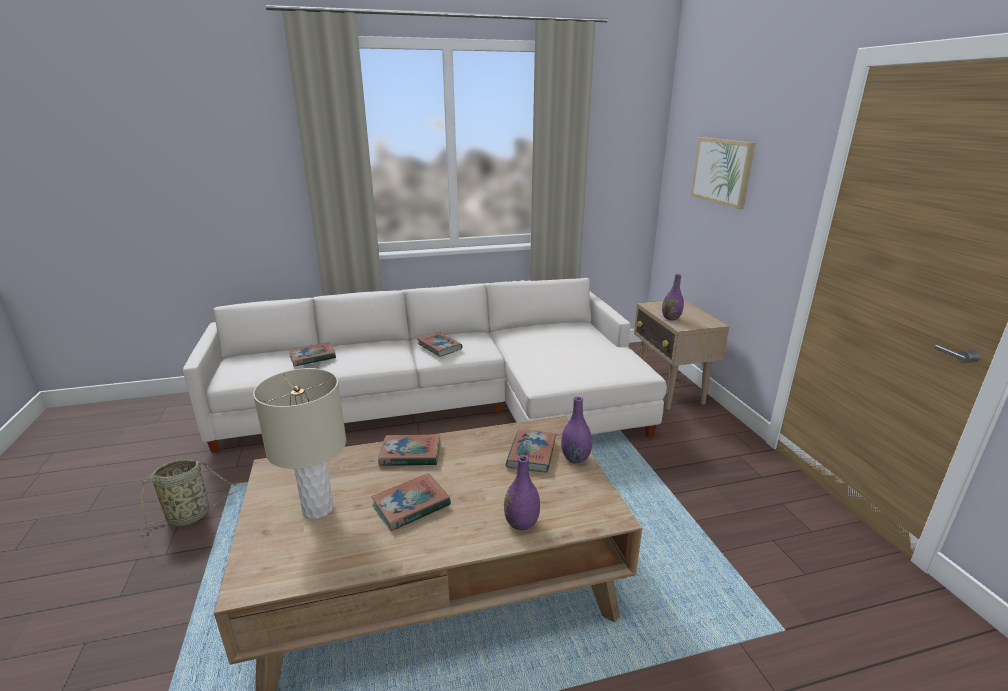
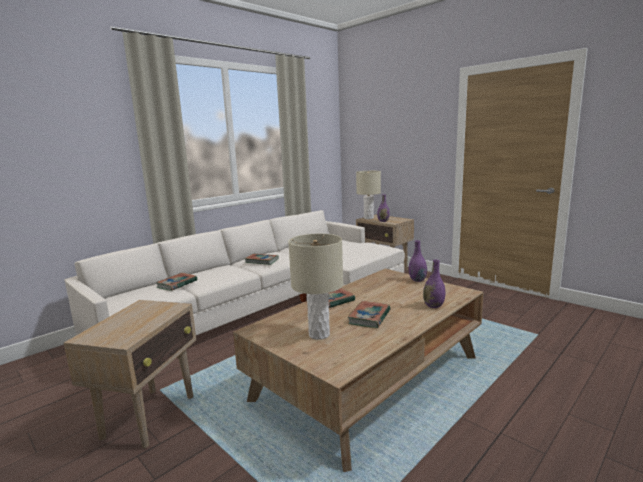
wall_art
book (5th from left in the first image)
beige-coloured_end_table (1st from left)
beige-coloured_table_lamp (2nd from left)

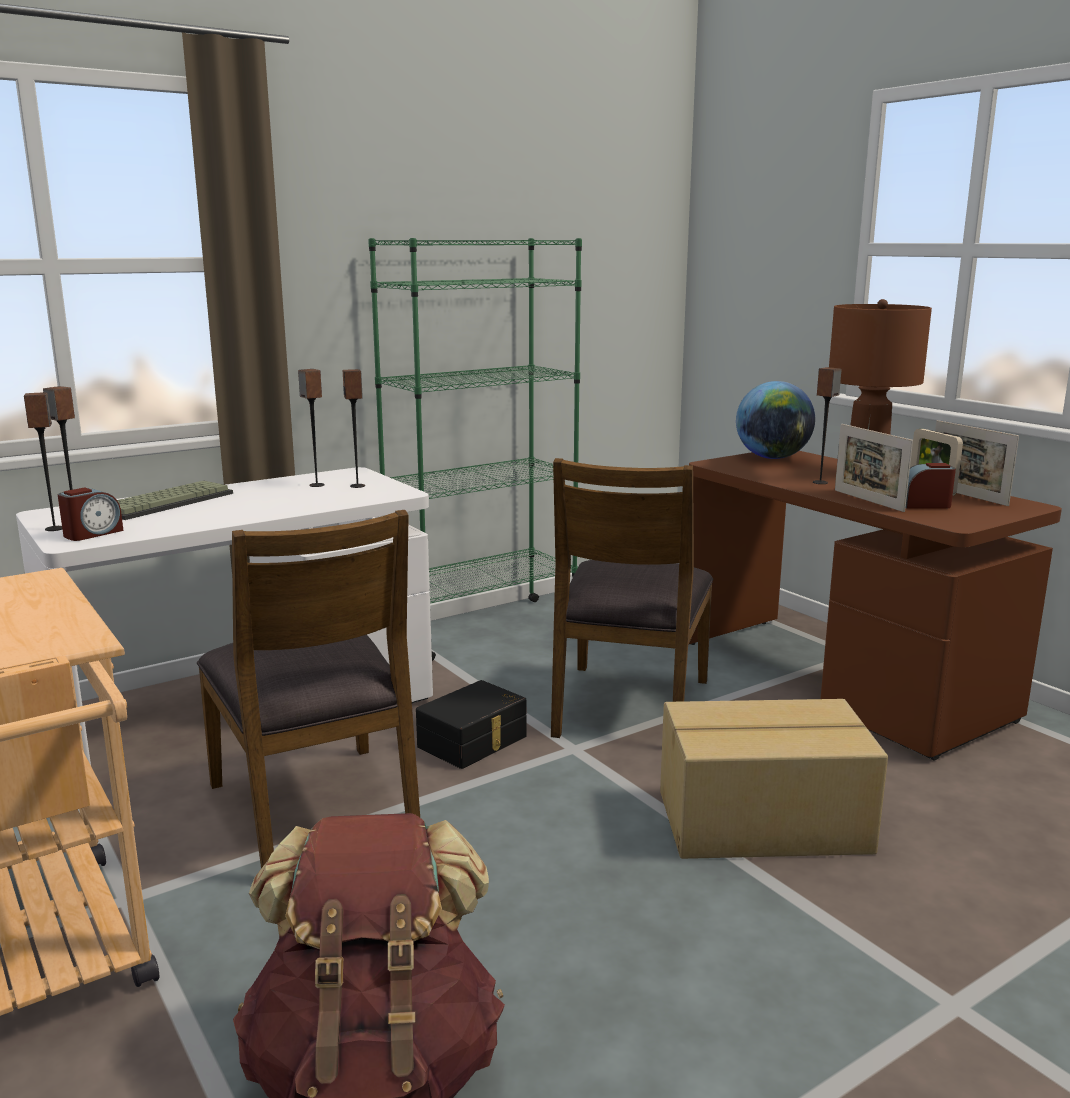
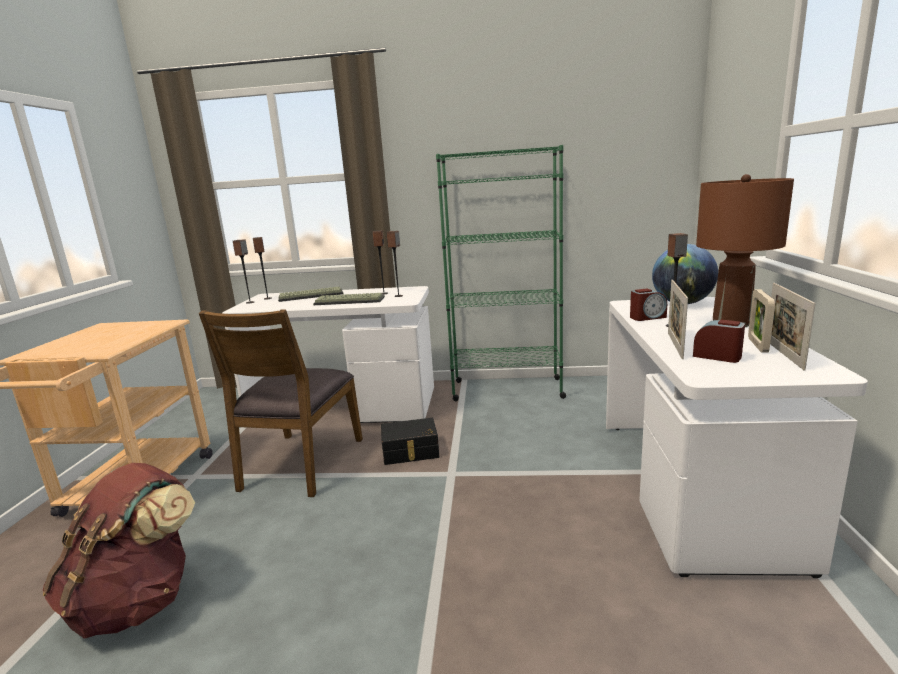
white_desk (2nd from left)
brown-coloured_chair (2nd from left in the first image)
table_clock (1st from left)
cardboard_box
keyboard (2nd from left)

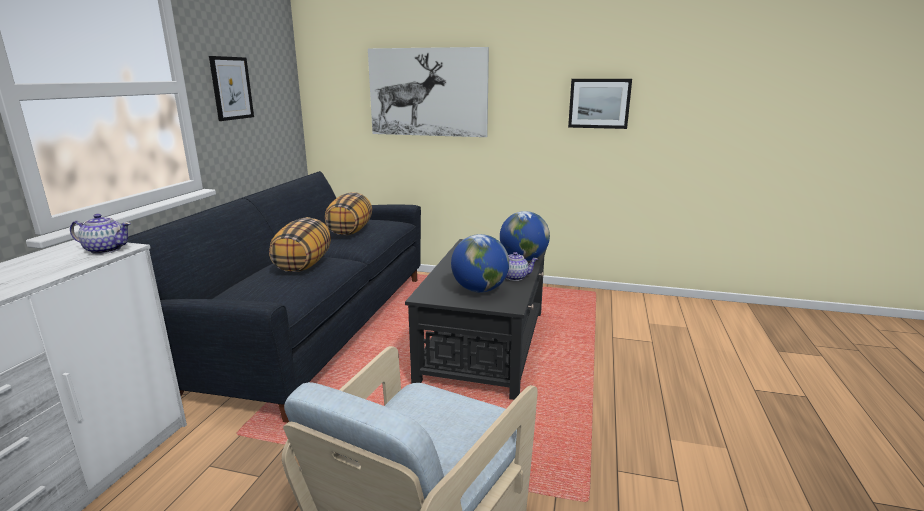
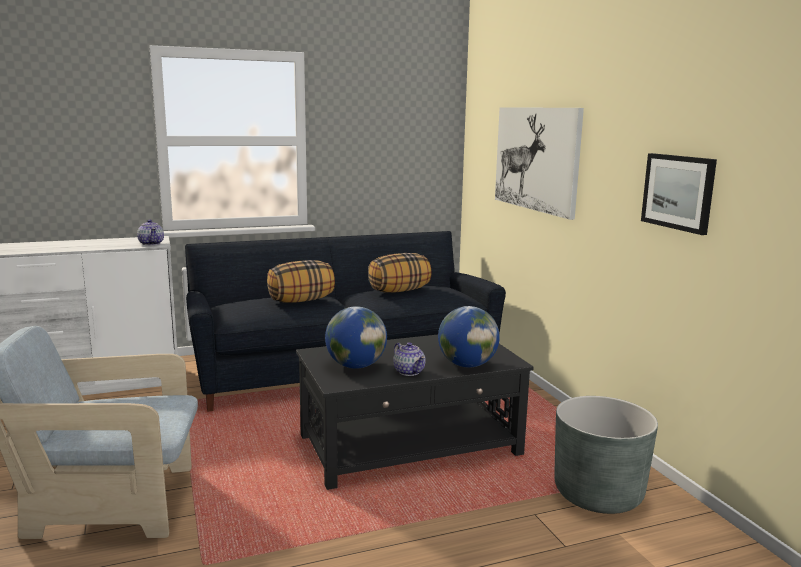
wall_art (1st from left in the first image)
gray_flower_pot

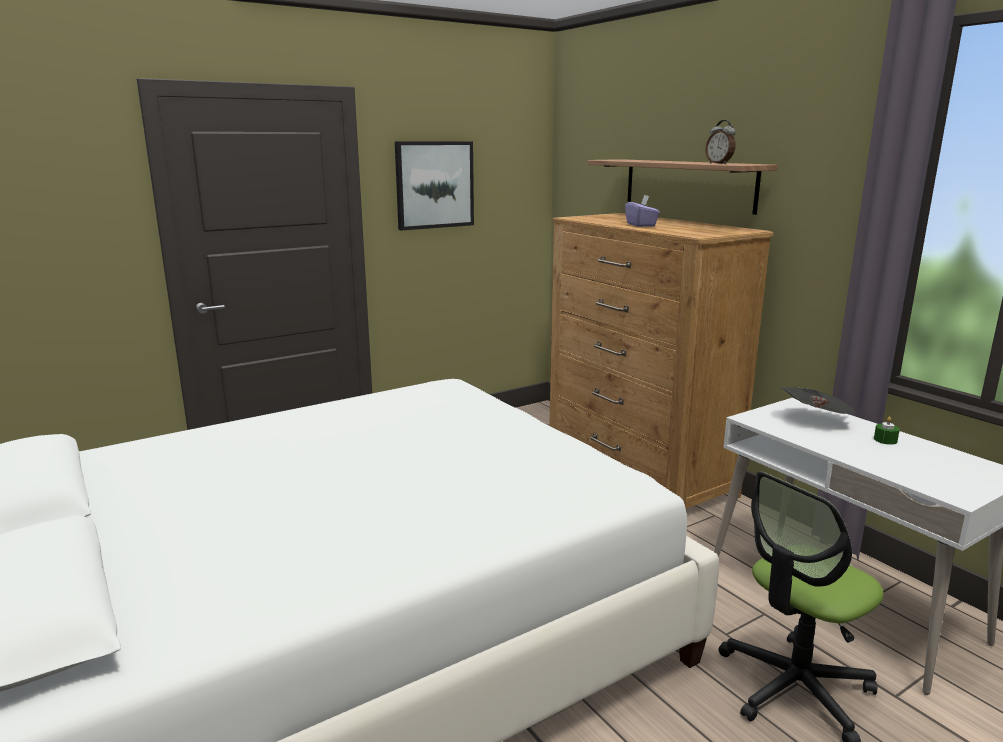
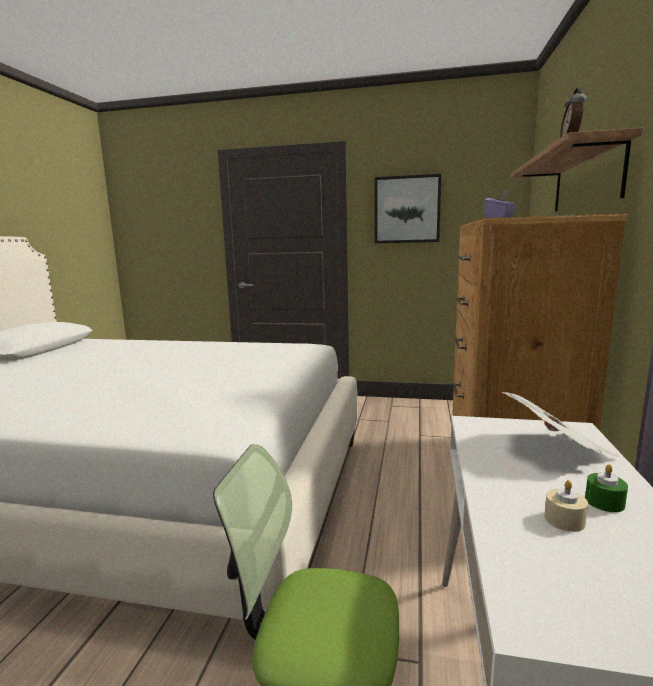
beige-coloured_candle

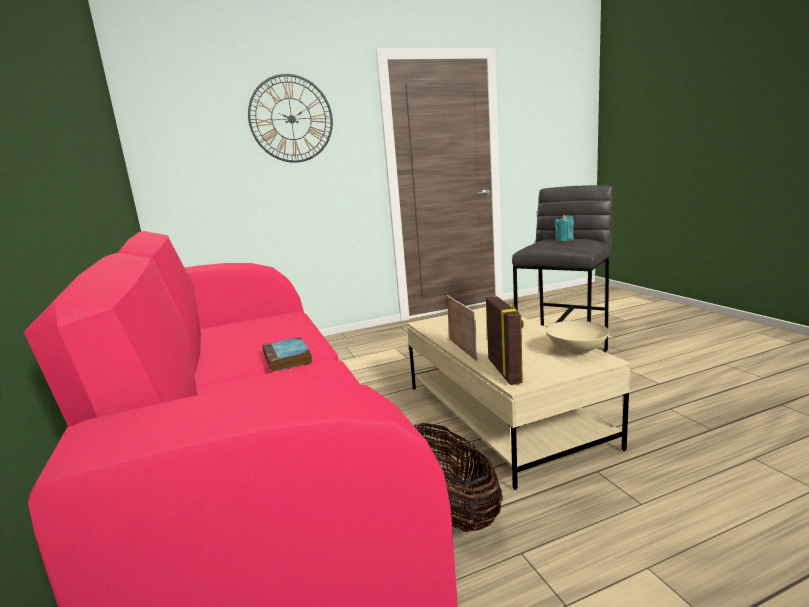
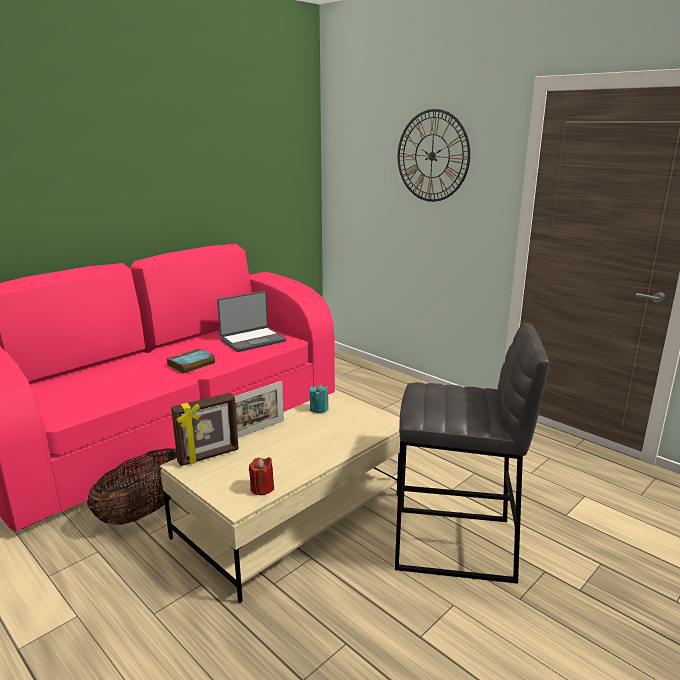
blue-green_candle
red_candle
laptop

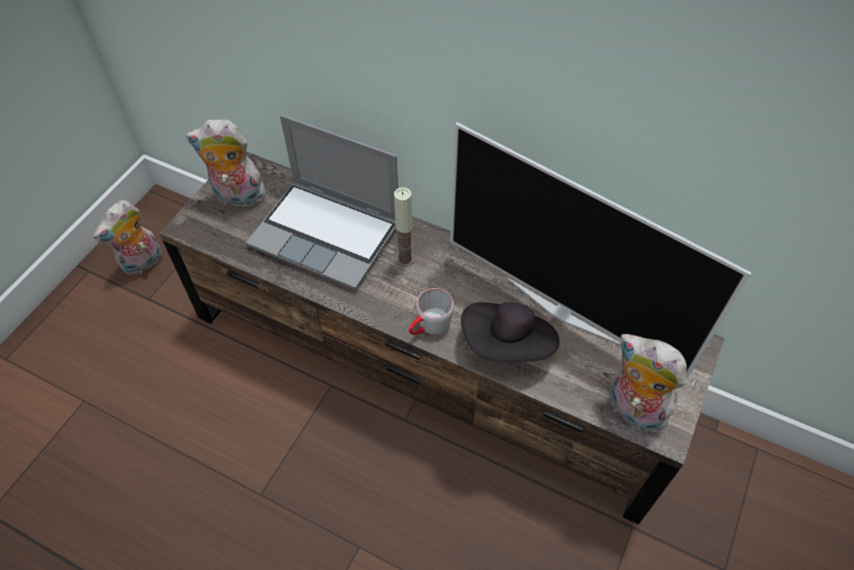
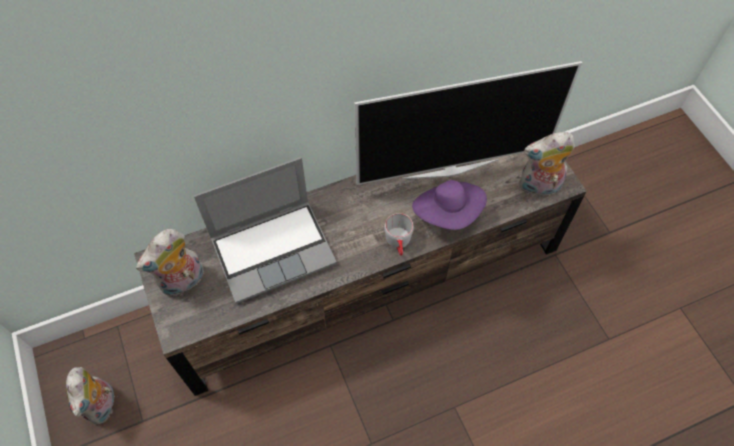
candle
purple-coloured_clothing_hat

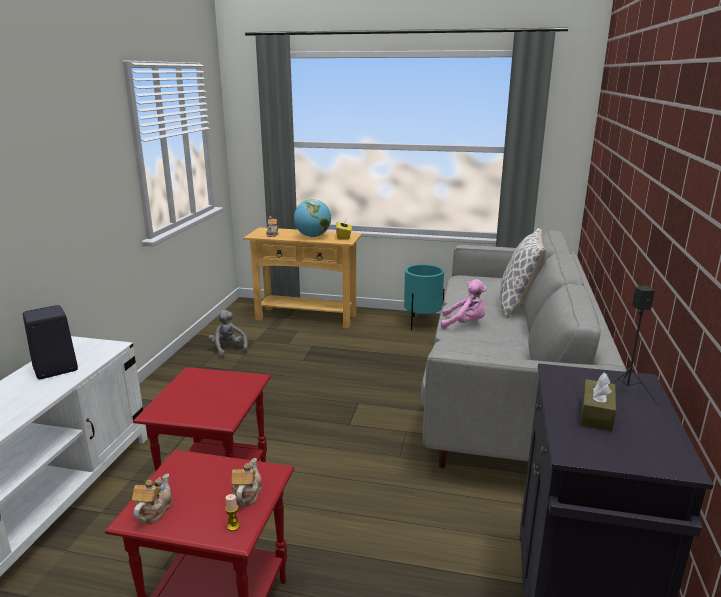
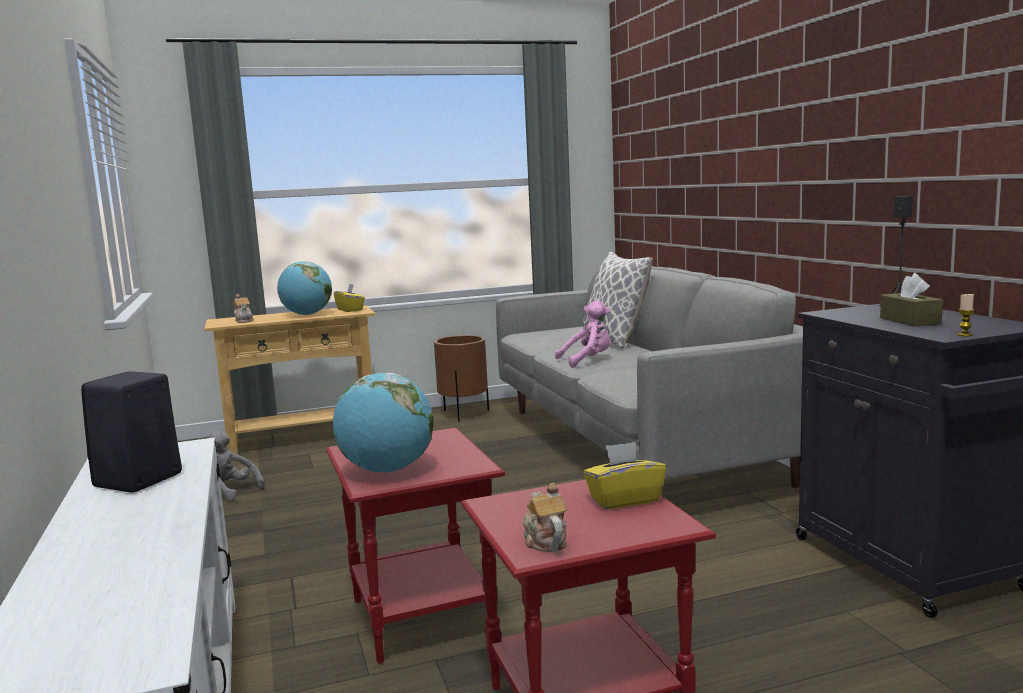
brown-coloured_flower_pot
yellowish_tissue_box (2nd from left)
candle
globe (2nd from left)

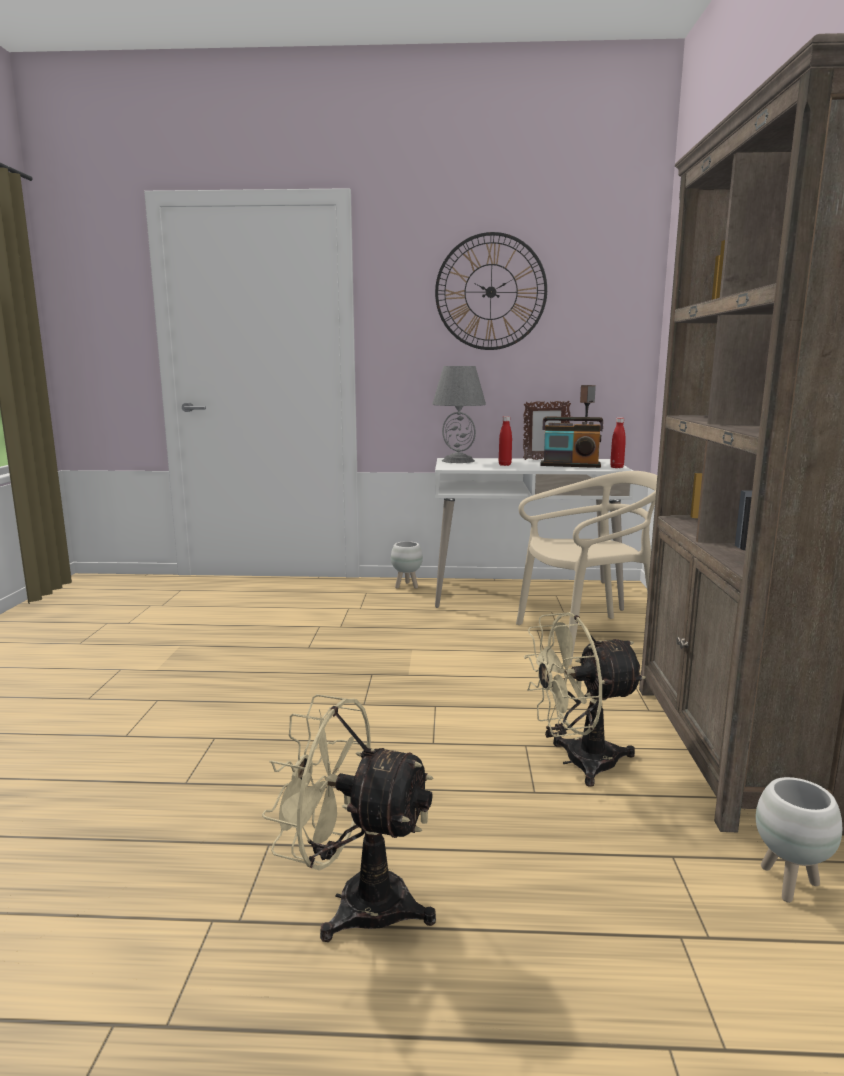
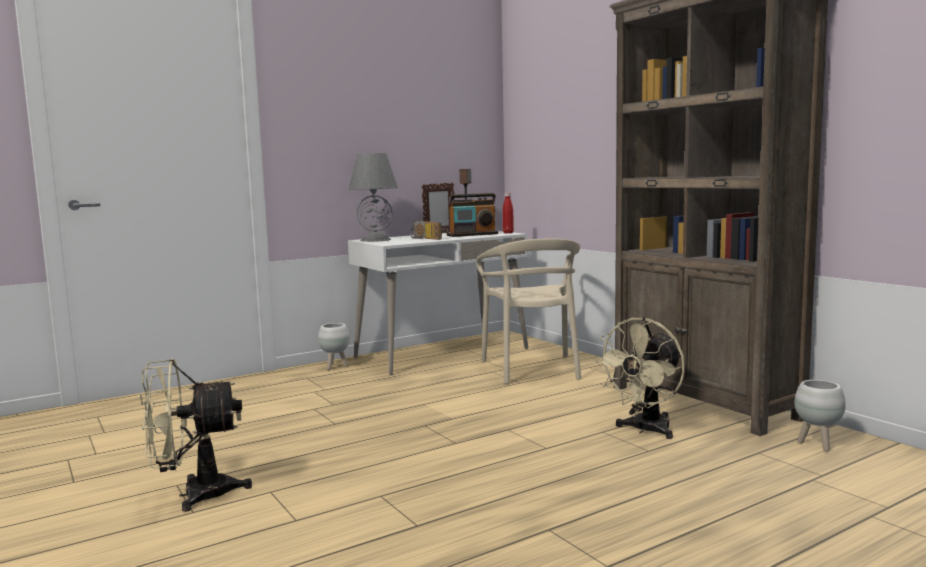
wall_clock
radio_receiver (1st from left)
beige-coloured_chair
beige-coloured_cooling_fan (1st from left)

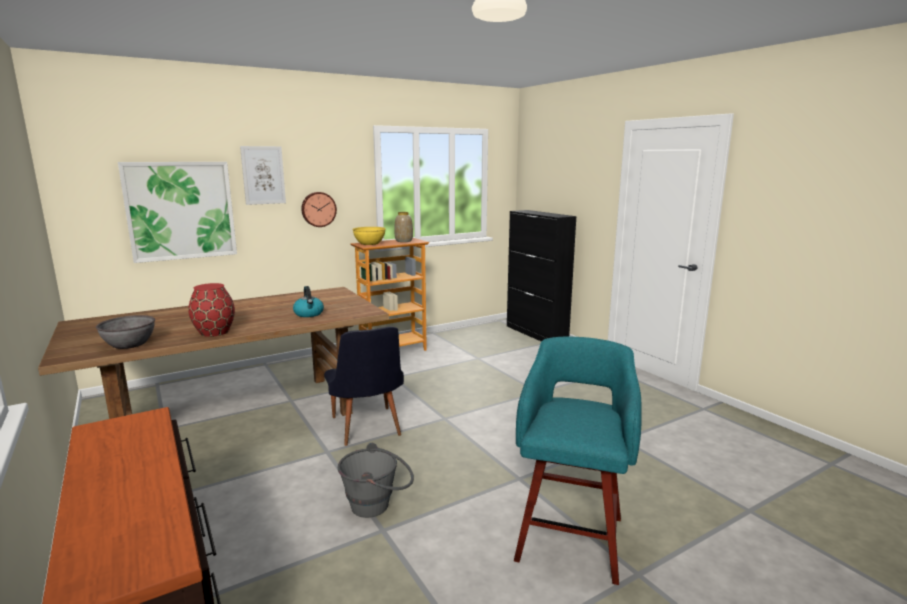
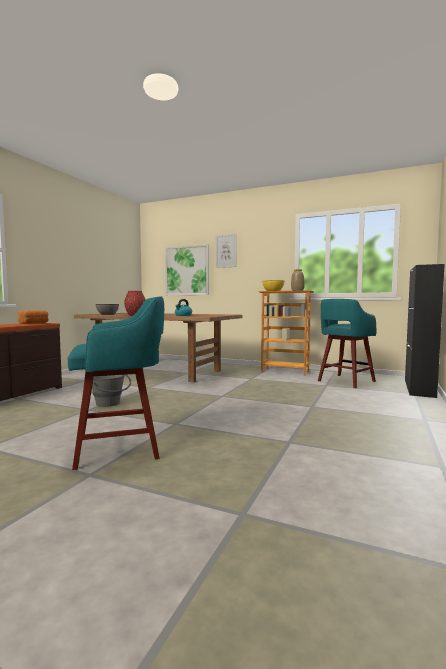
wall_clock
black-coloured_chair
blue-green_sitting_stool (2nd from left)
bread

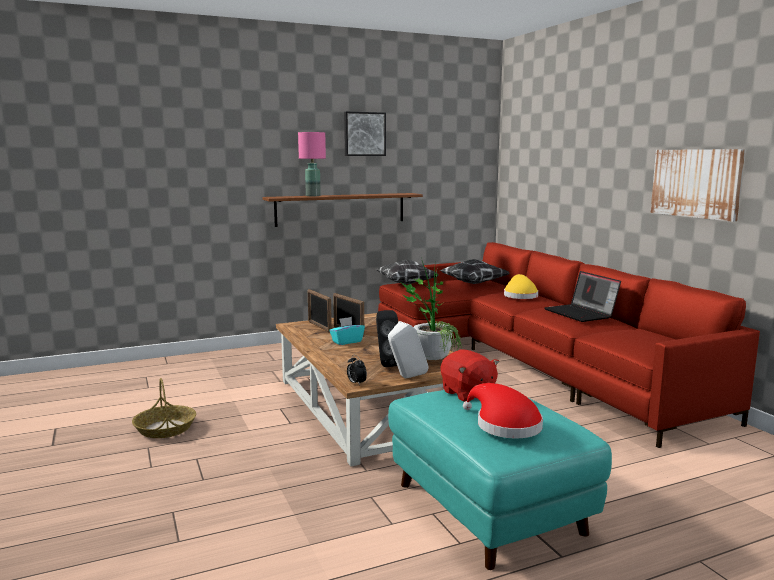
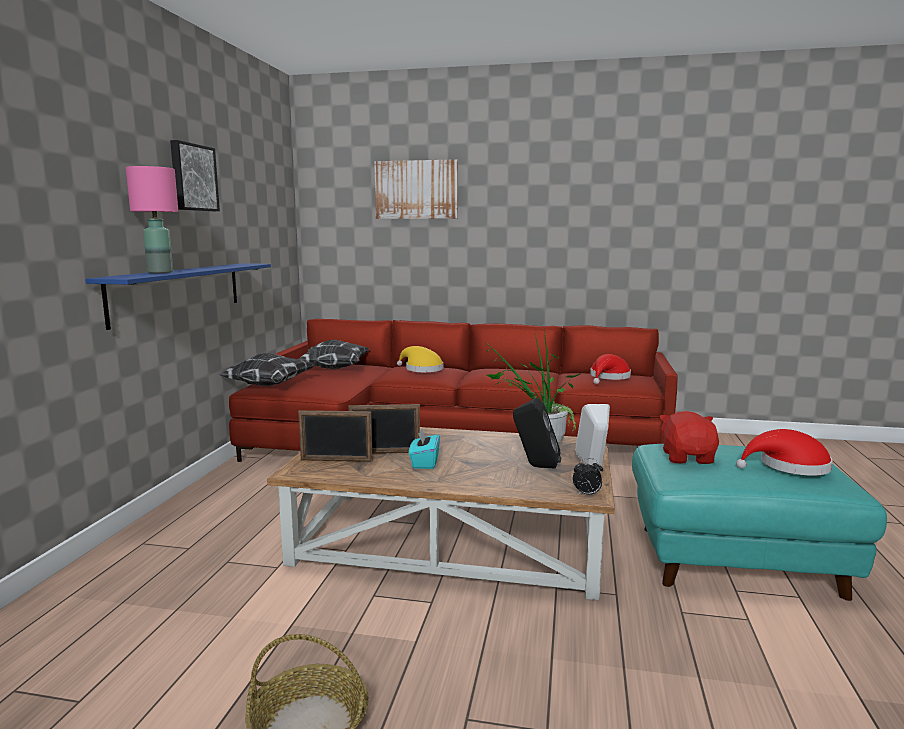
wall_art (2nd from left)
bluish_shelf
laptop
red_plush_toy
red_clothing_hat (1st from left)

